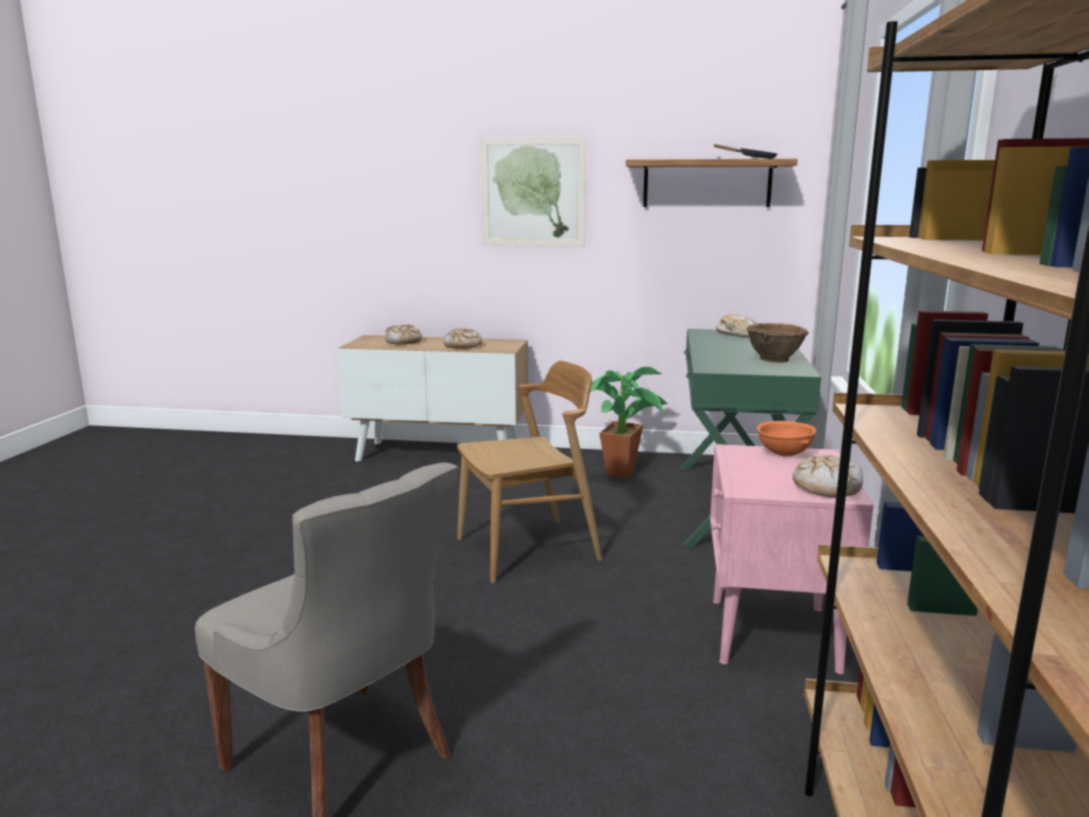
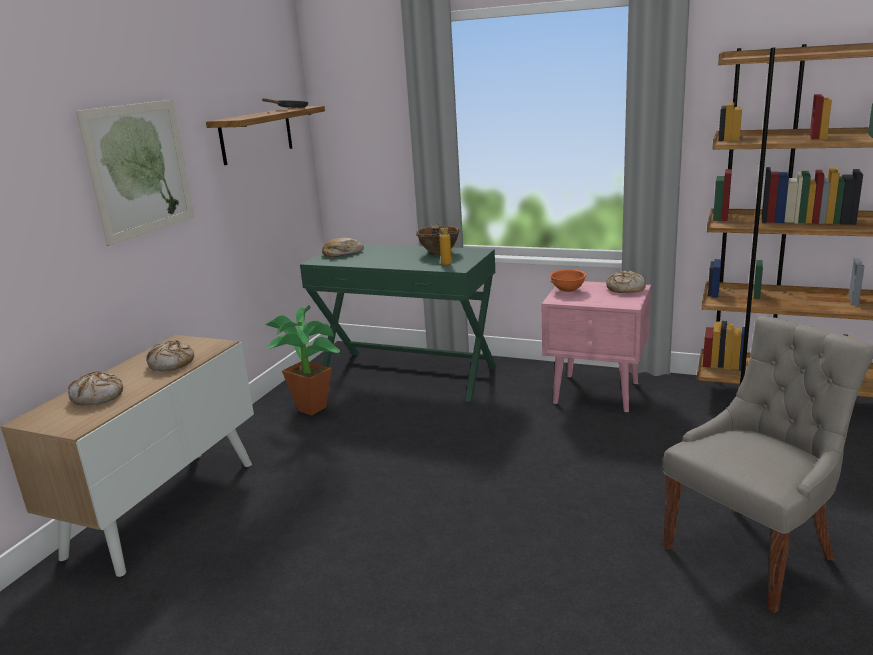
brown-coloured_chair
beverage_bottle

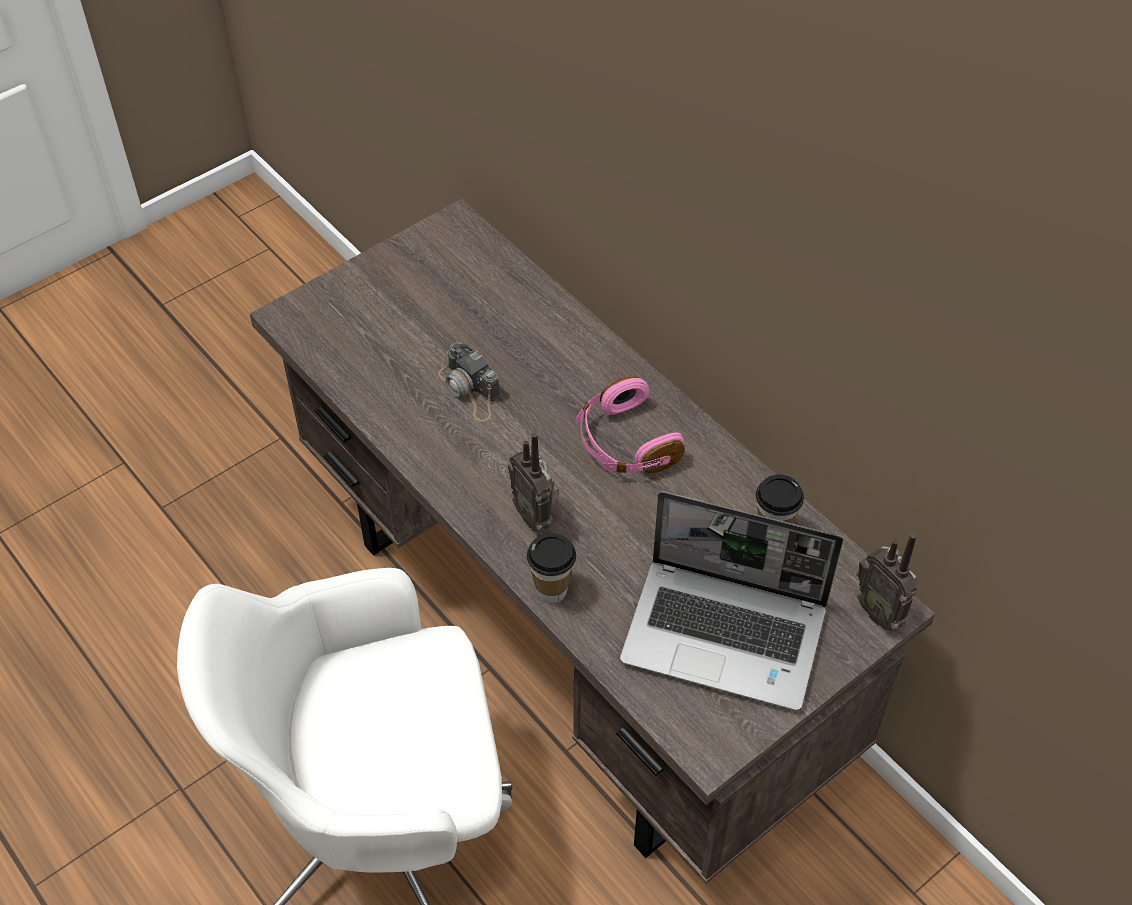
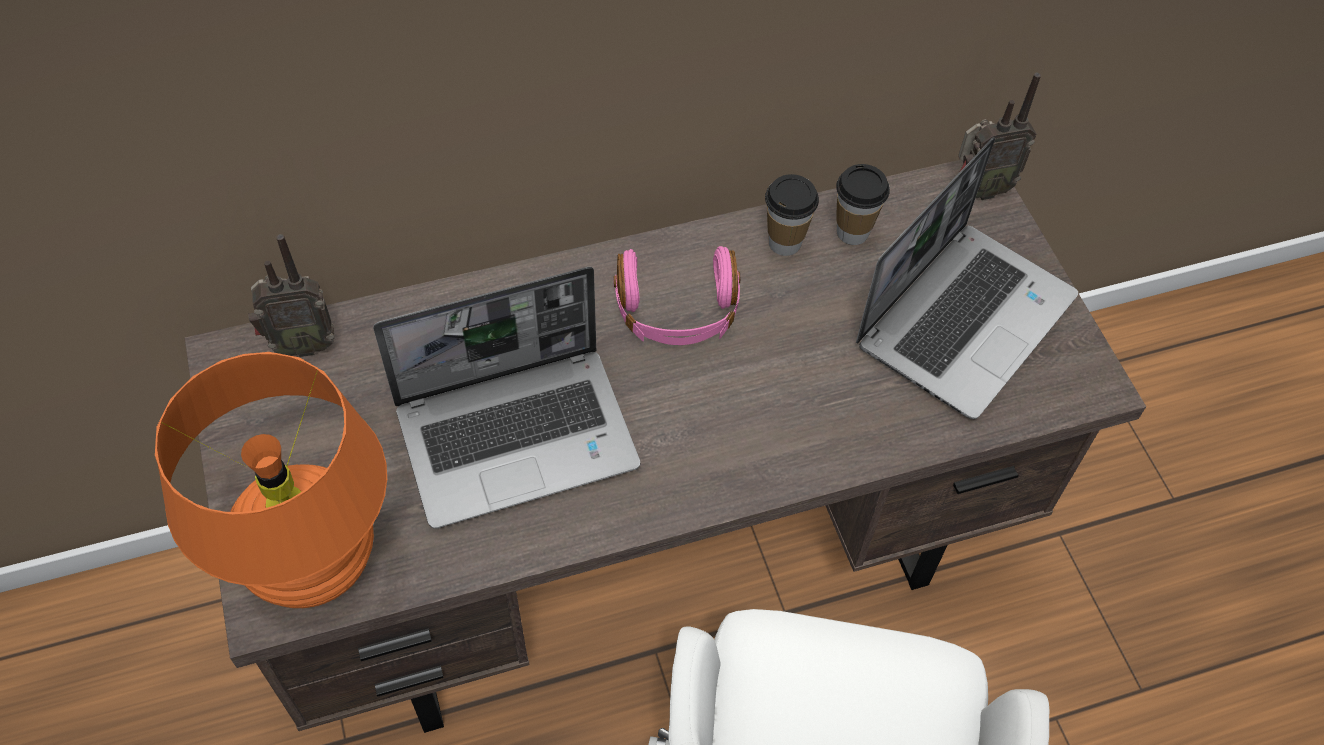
laptop (1st from left)
radio_receiver (1st from left)
cup (1st from left)
orange-coloured_table_lamp

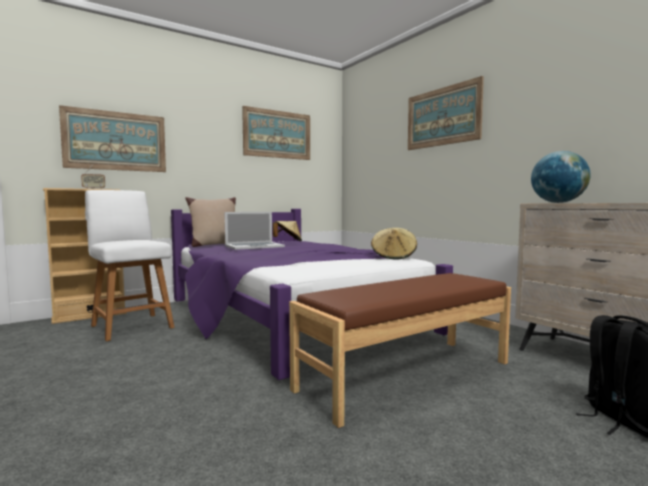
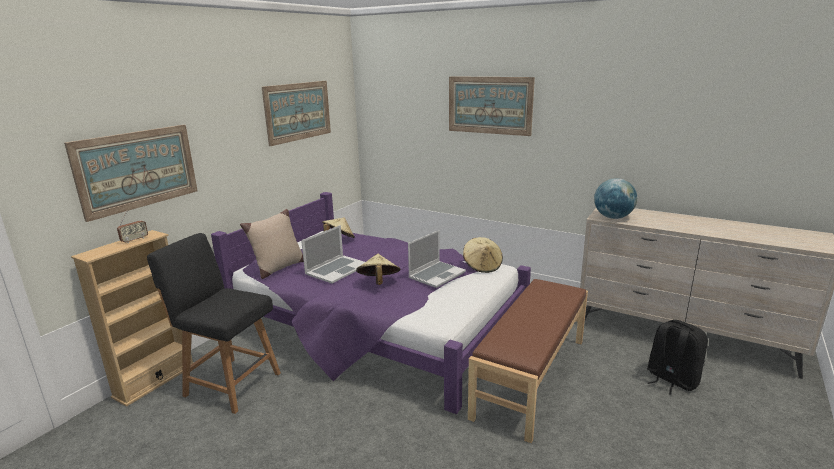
black-coloured_chair
laptop (2nd from left)
beige-coloured_clothing_hat (2nd from left)

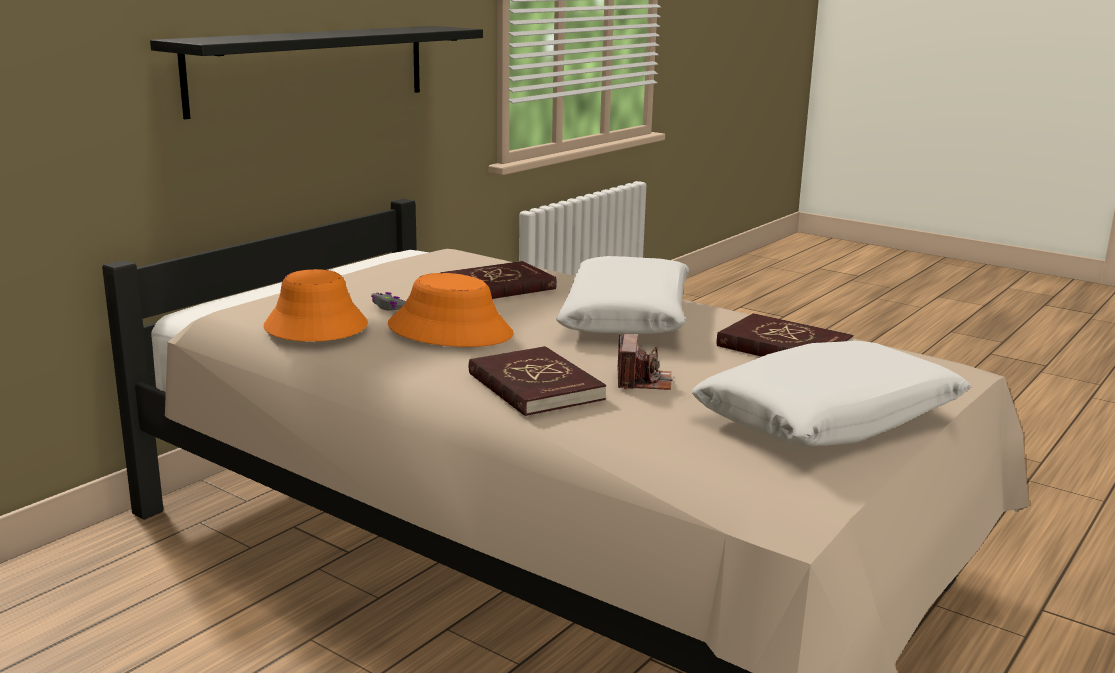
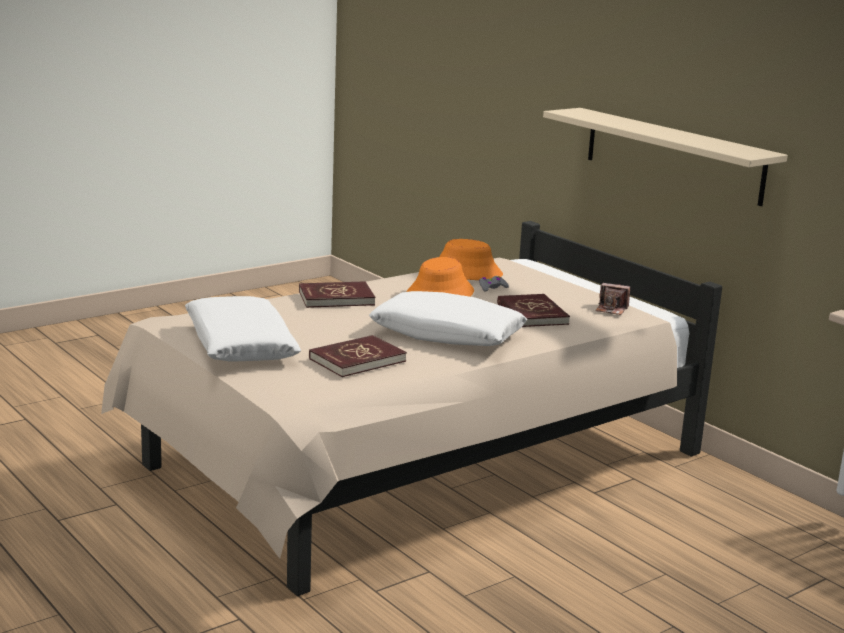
beige-coloured_shelf
still_camera

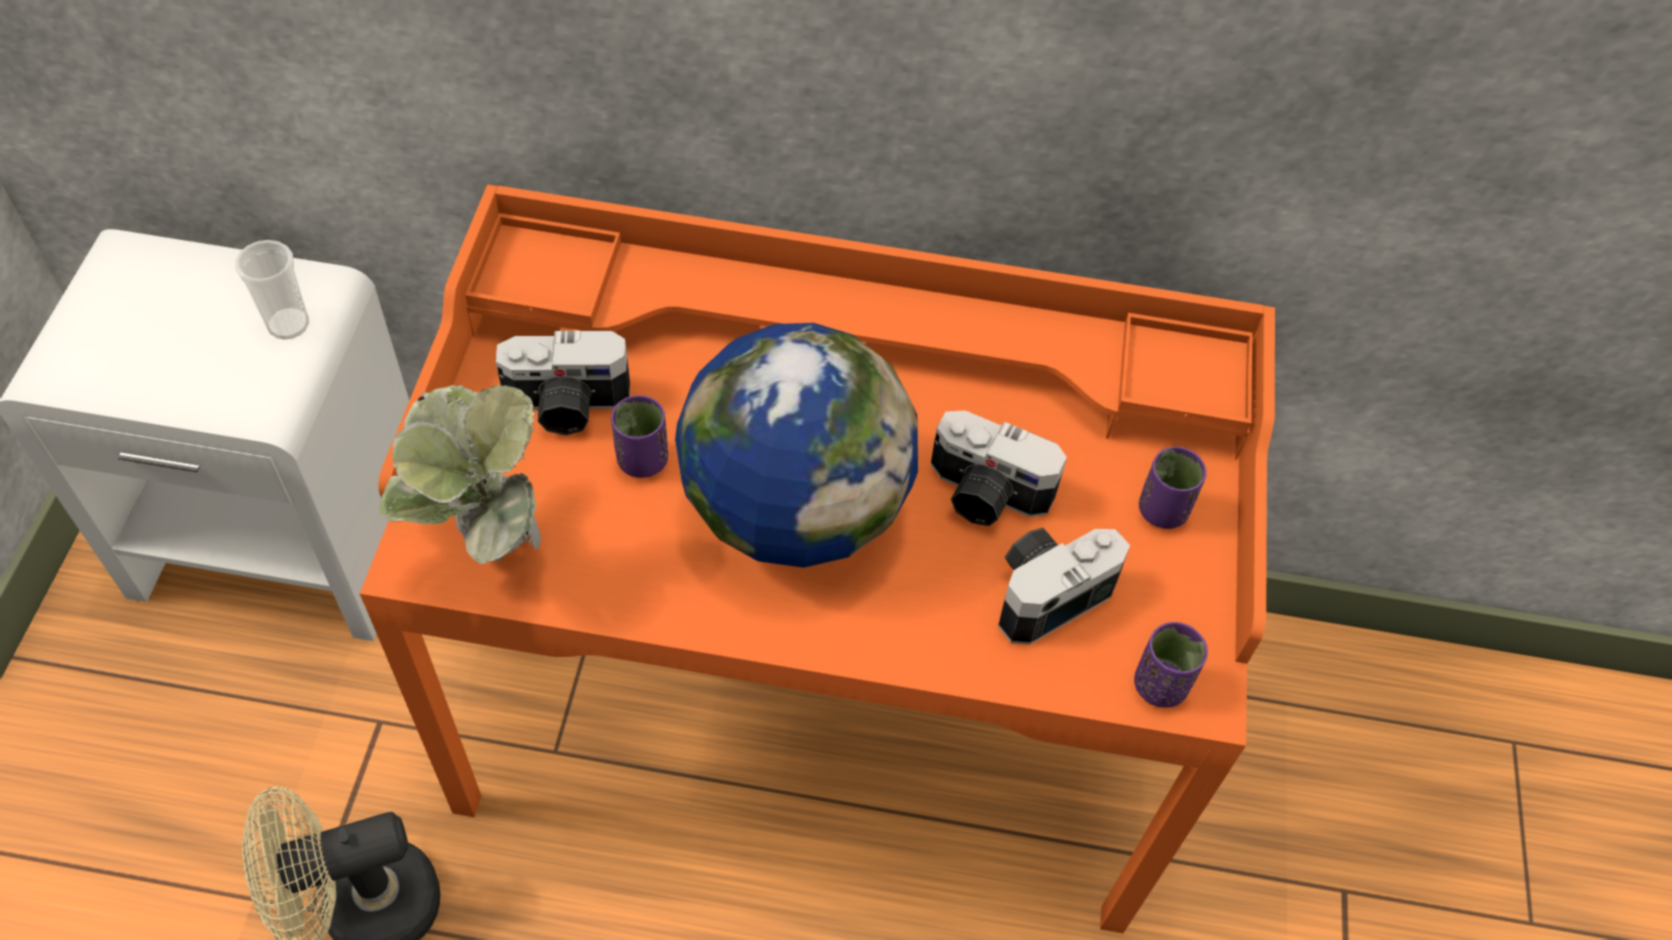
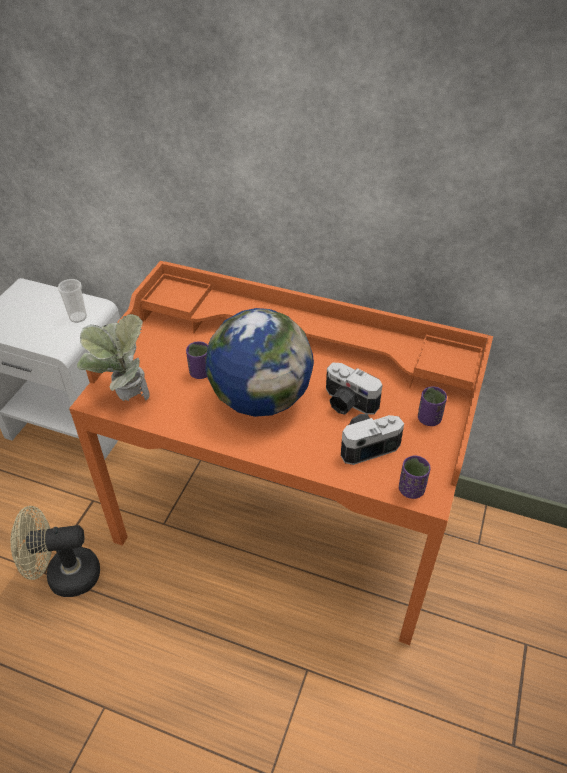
still_camera (1st from left in the first image)

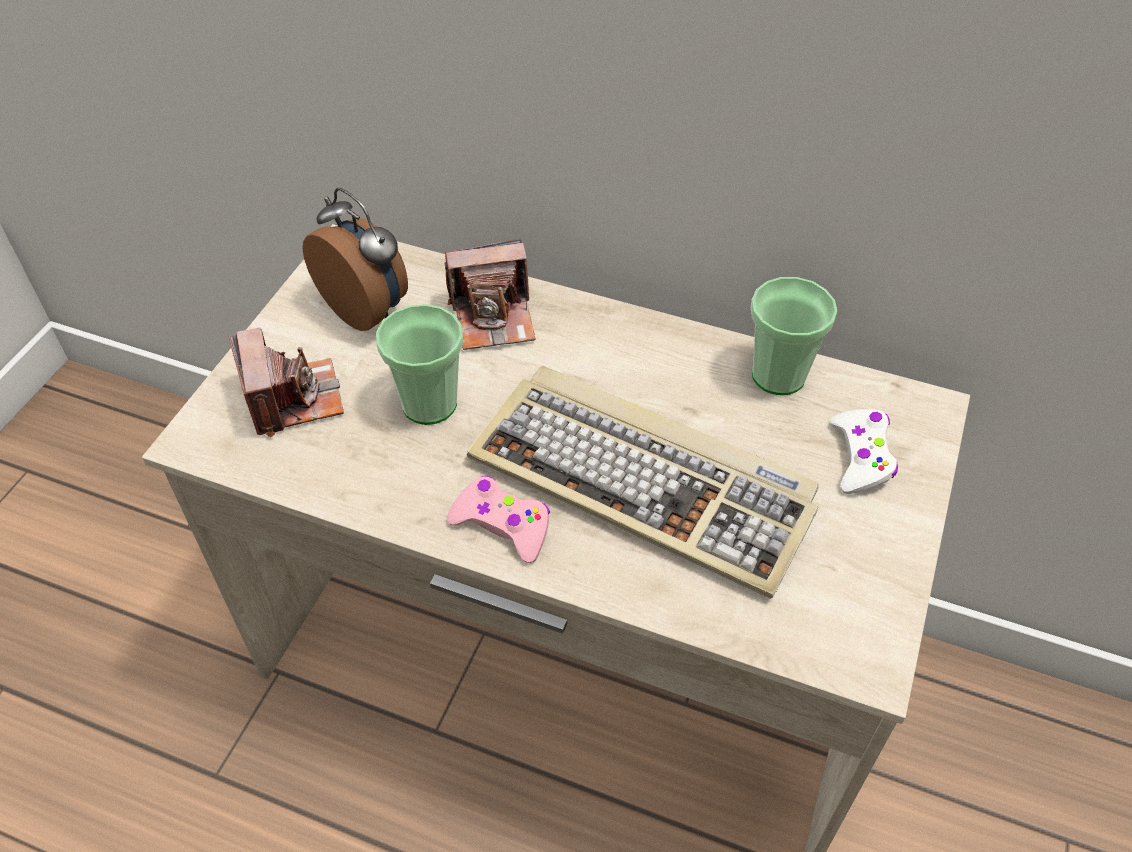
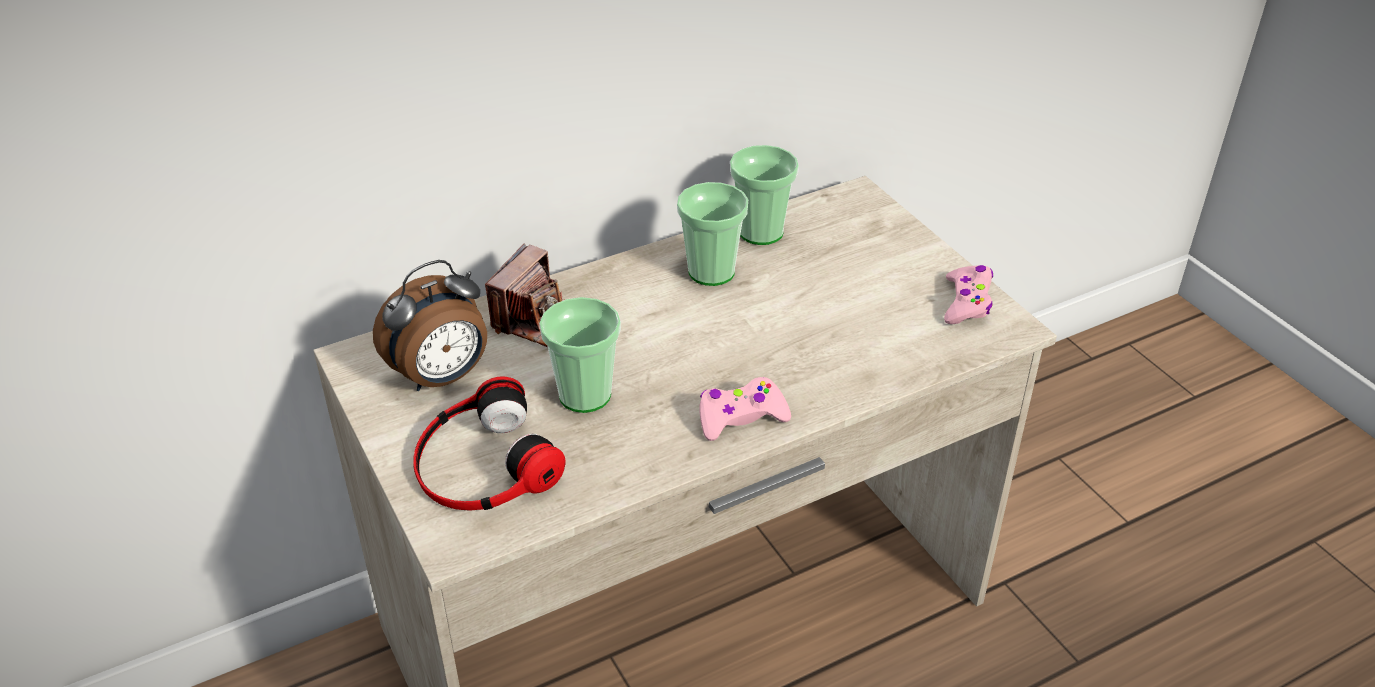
table_clock
headset
keyboard
white_game_controller
cup (2nd from left)
pink-coloured_game_controller (2nd from left)

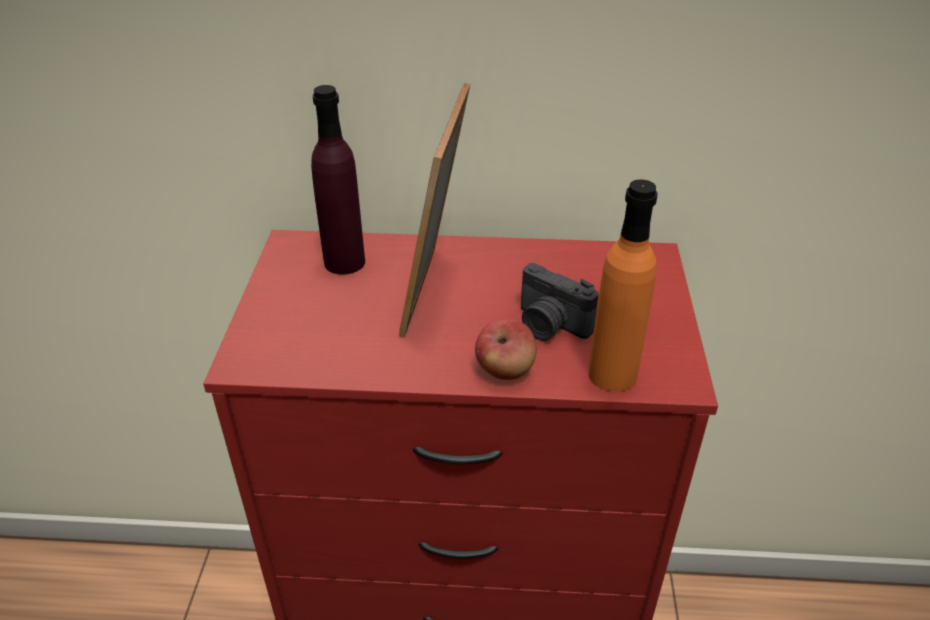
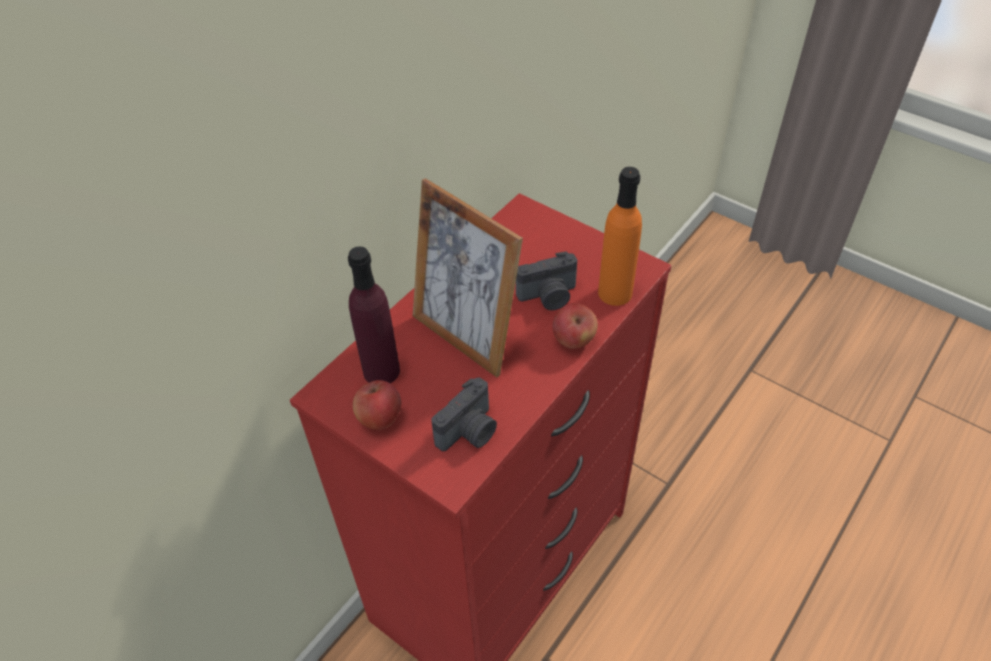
still_camera (1st from left)
apple_fruit (1st from left)

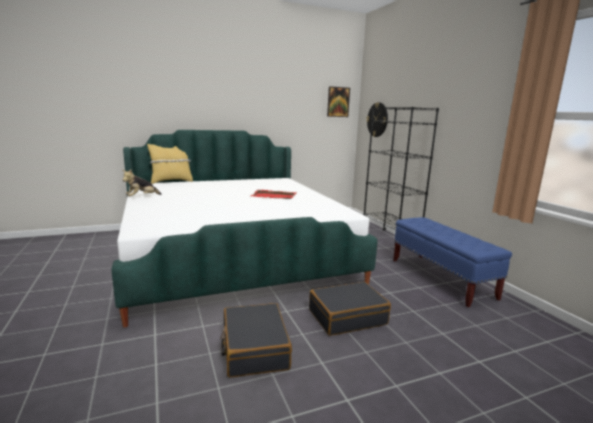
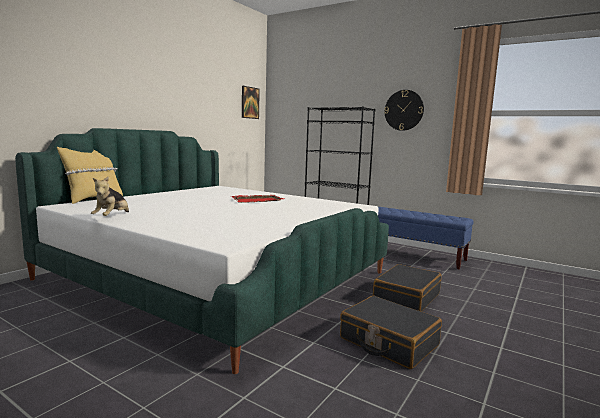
wall_clock

